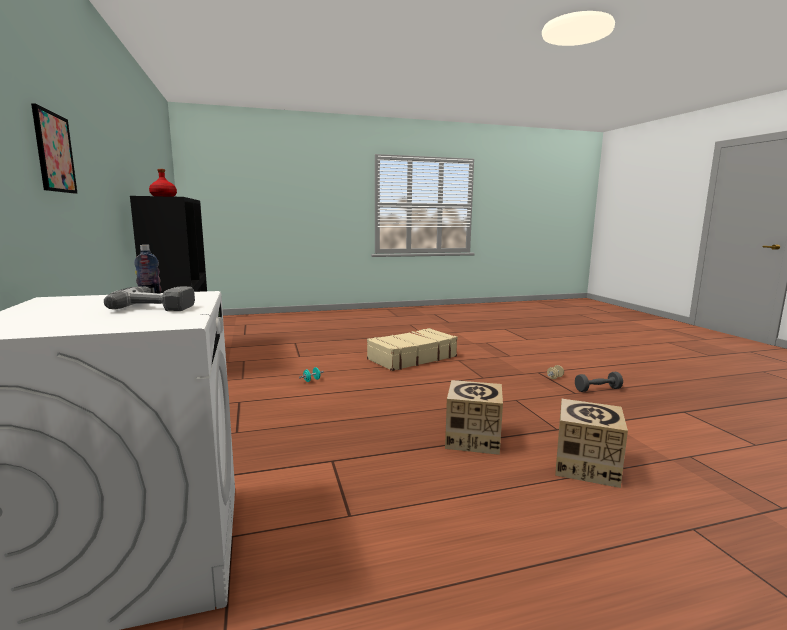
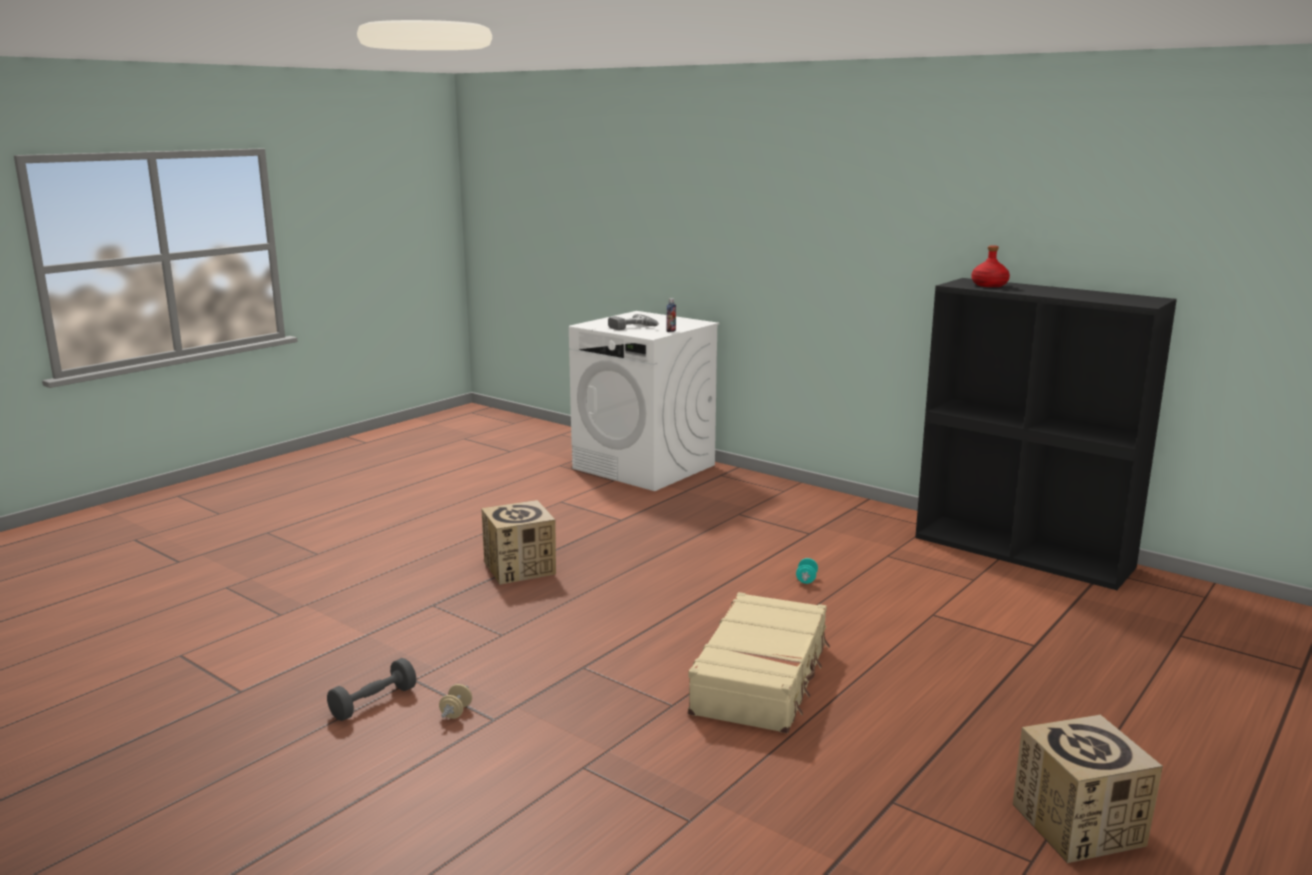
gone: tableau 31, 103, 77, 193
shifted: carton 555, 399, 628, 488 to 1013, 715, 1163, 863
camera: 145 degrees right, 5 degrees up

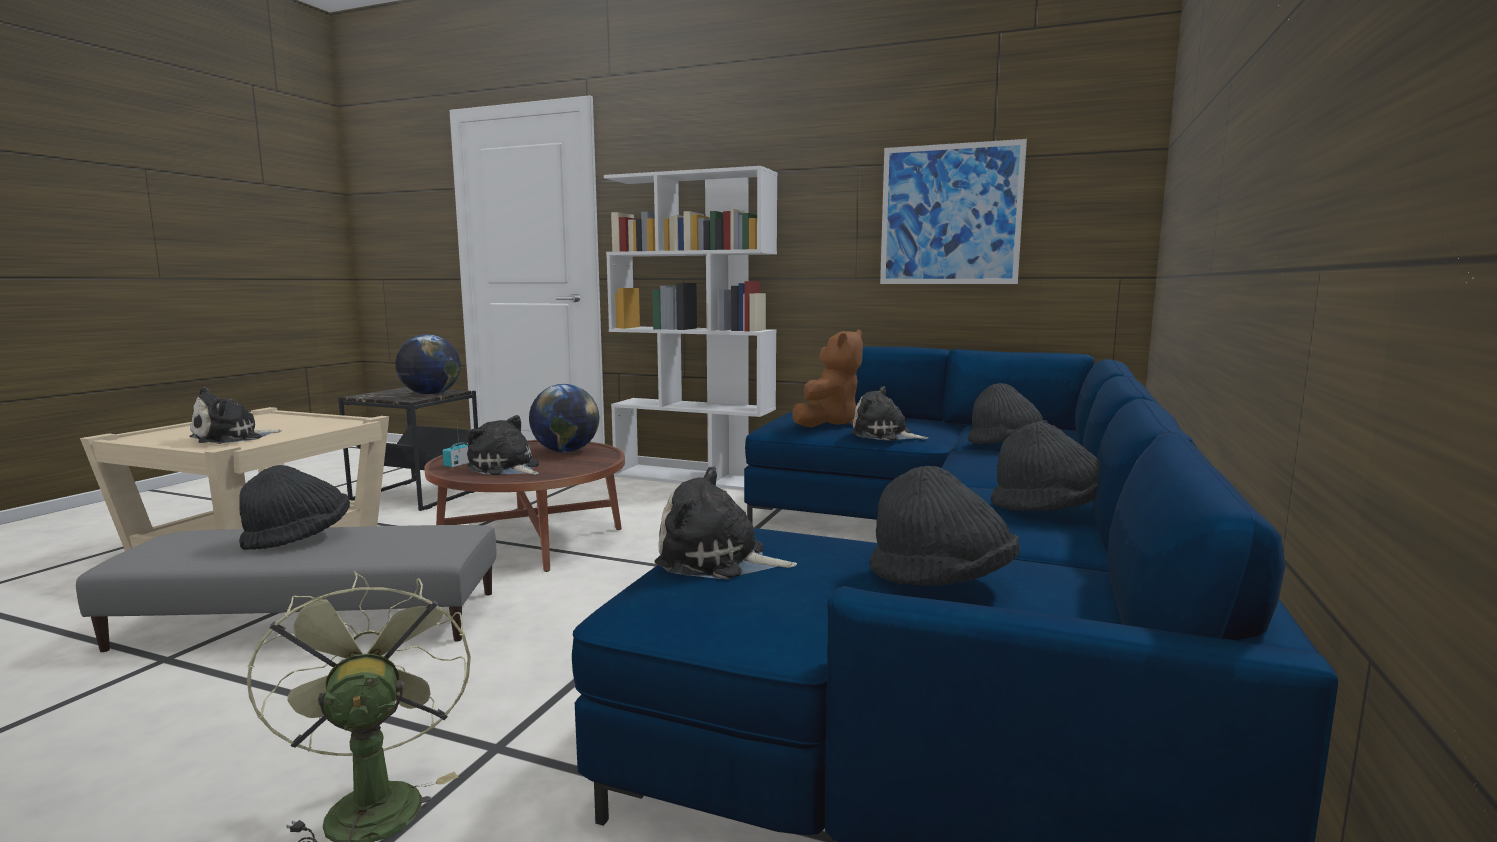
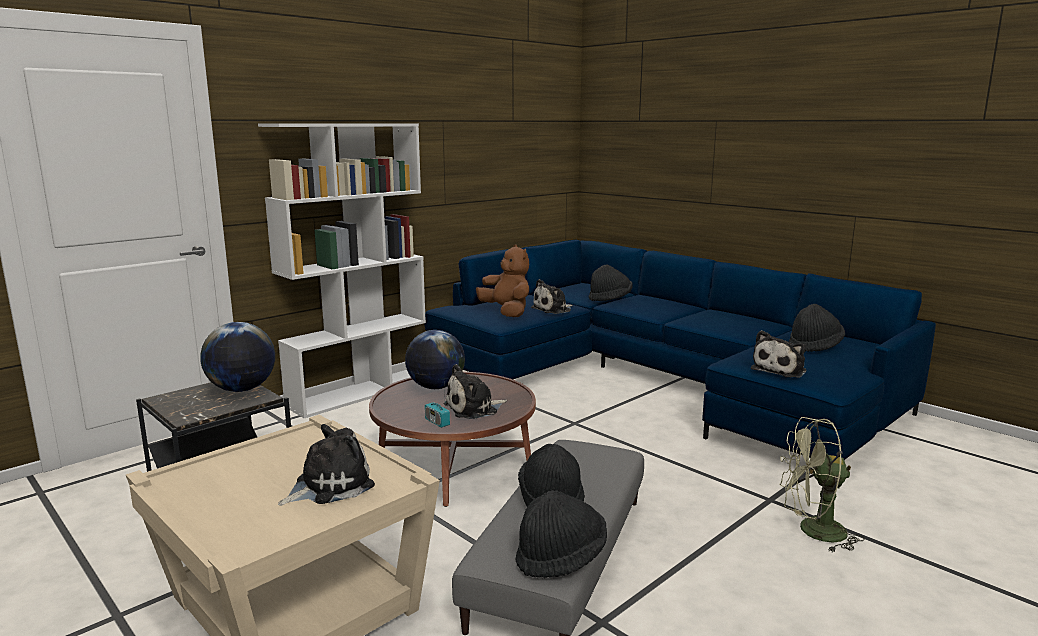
gone: tableau 880, 139, 1027, 284
shifted: chapeau/noir 991, 423, 1100, 511 to 516, 490, 607, 578
rotated: peluche 189, 387, 282, 444 = 278, 424, 375, 506 105 degrees counterclockwise
camera: 65 degrees left, 5 degrees up

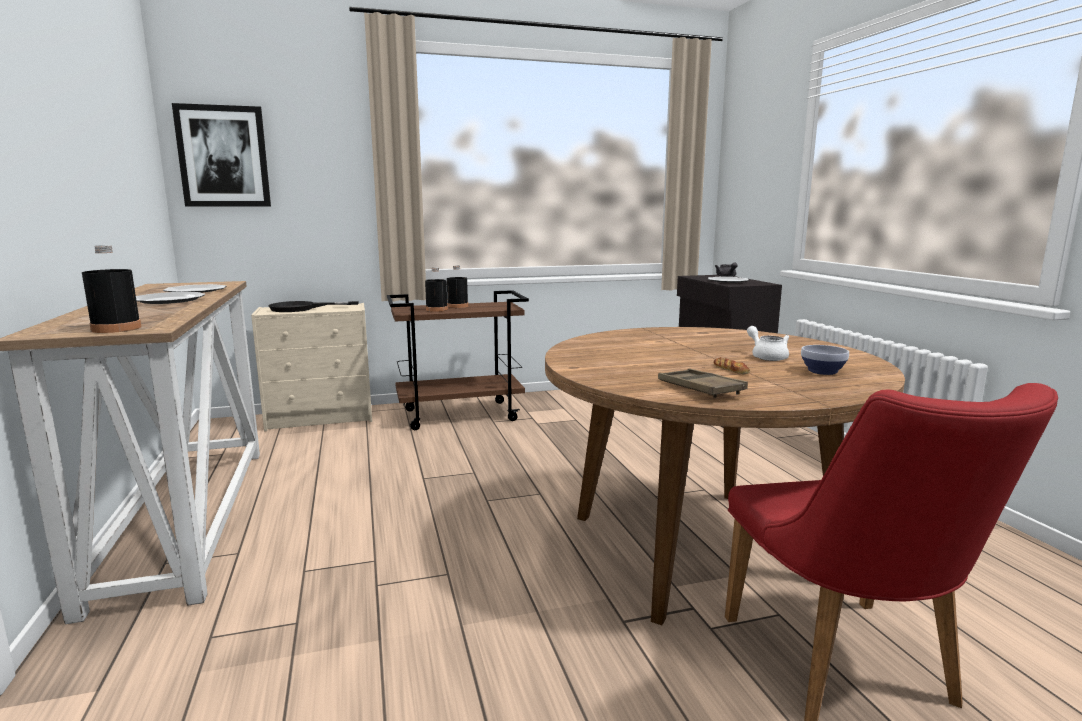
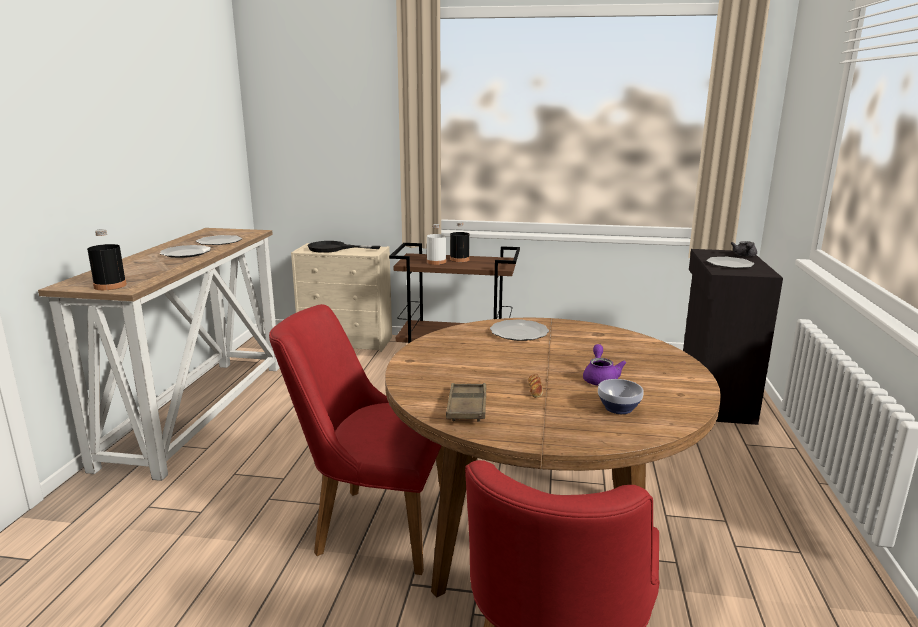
gone: tableau 172, 103, 271, 207
new: chaise/rouge 269, 304, 444, 575; assiette 490, 319, 549, 341
repainted: bouteille/noir 425, 268, 448, 312 to bouteille/blanc 427, 224, 446, 265; théière/blanc 747, 326, 789, 361 to théière/violet 583, 344, 626, 386
camera: 25 degrees right, 5 degrees up

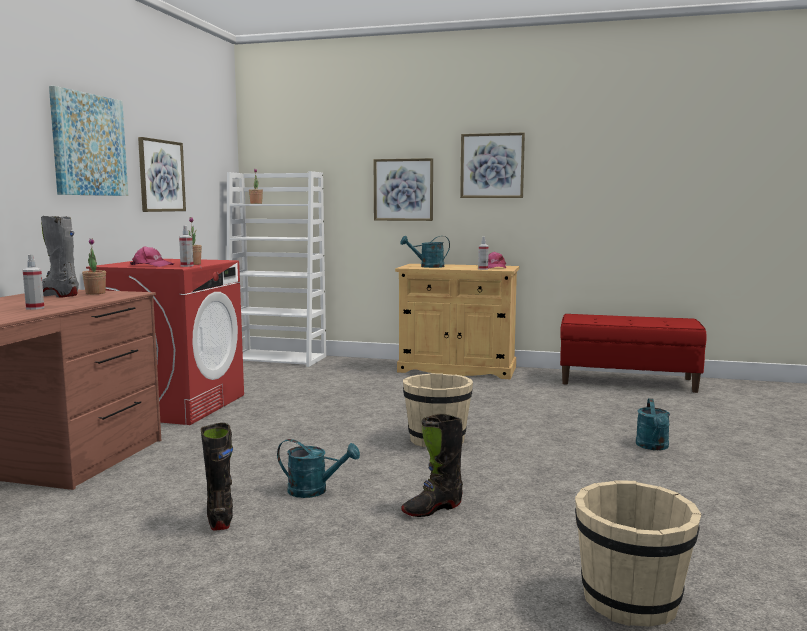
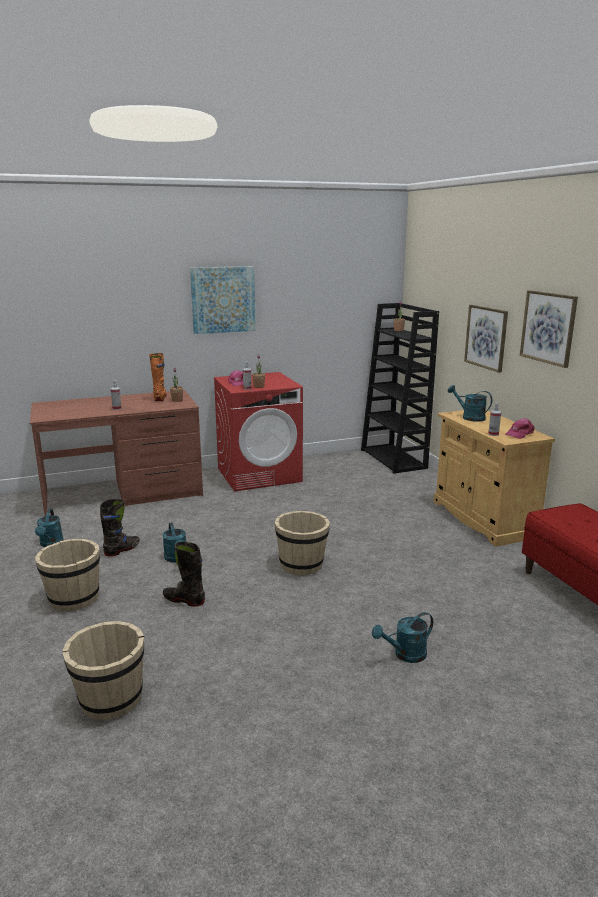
gone: tableau 138, 137, 186, 212
new: arrosoir/turquoise 35, 509, 64, 547; seau/beige 35, 539, 100, 612
repainted: botte/gris 41, 216, 79, 298 to botte/orange 149, 353, 167, 401; bibliothèque/blanc 227, 171, 326, 367 to bibliothèque/noir 361, 303, 439, 474
camera: 55 degrees right, 10 degrees up

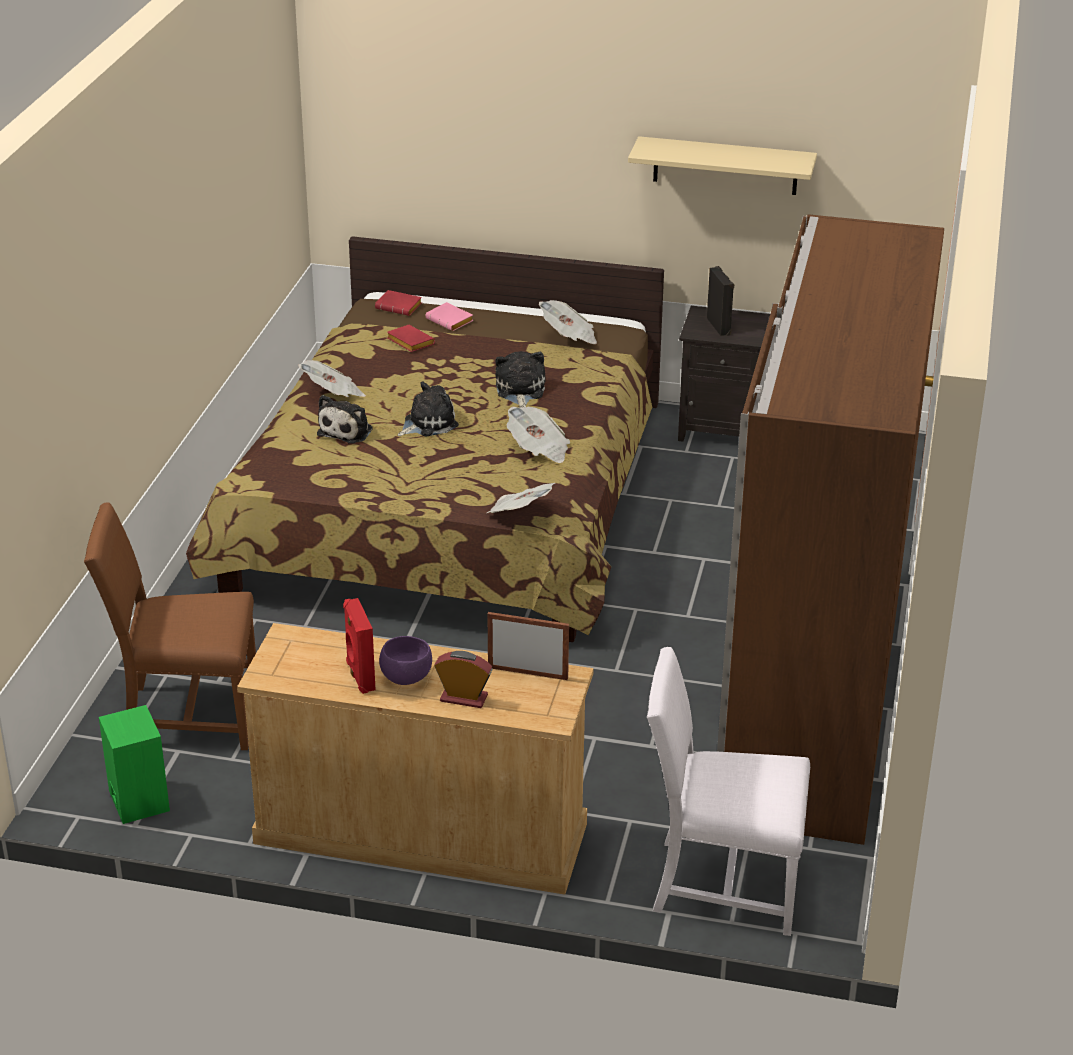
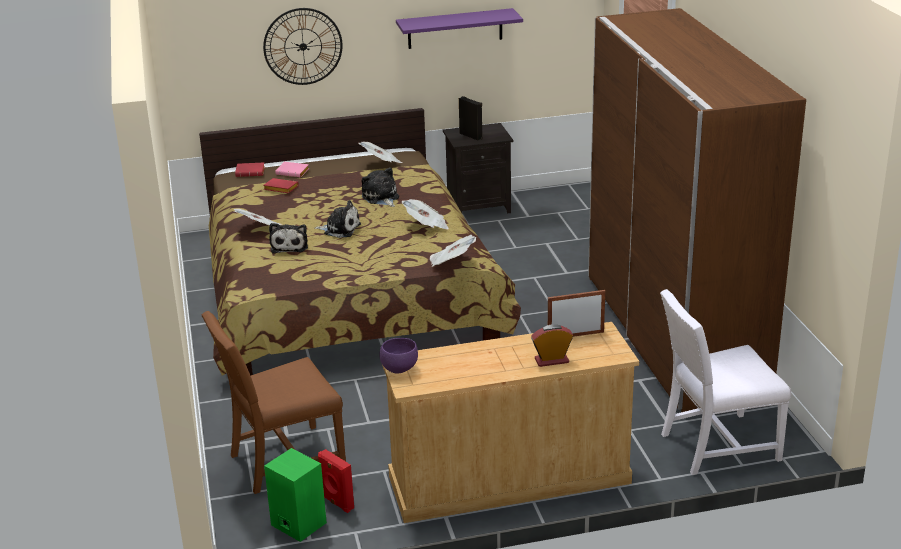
new: horloge murale 263, 8, 343, 85
shifted: enceinte/rouge 343, 598, 376, 694 to 318, 449, 354, 513; bol/violet 379, 636, 432, 685 to 379, 338, 418, 373
repainted: étagère/beige 628, 136, 817, 195 to étagère/violet 396, 8, 523, 49
rotated: peluche 398, 381, 459, 437 = 314, 200, 361, 238 75 degrees clockwise
camera: 25 degrees left, 5 degrees down

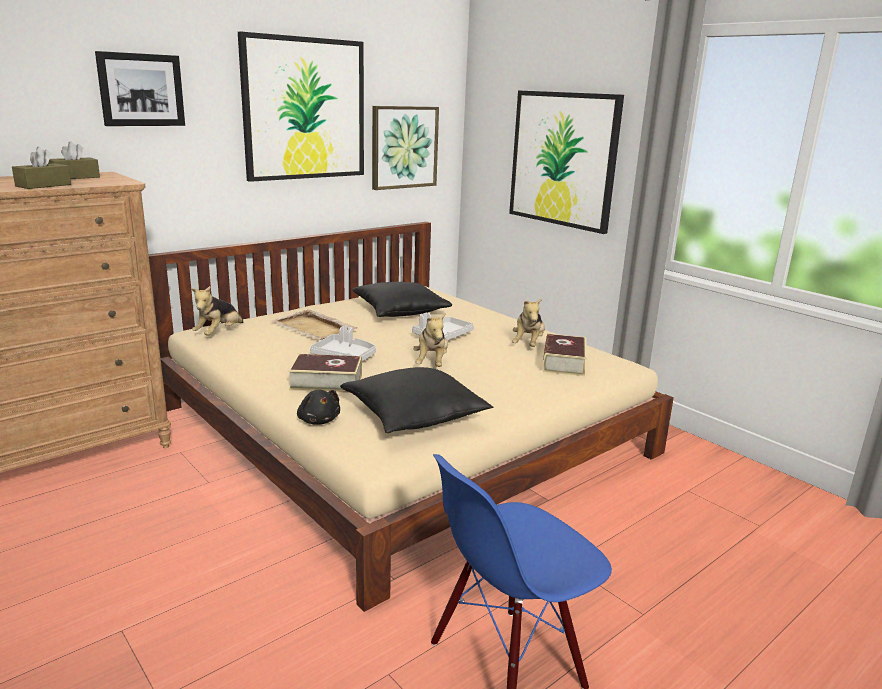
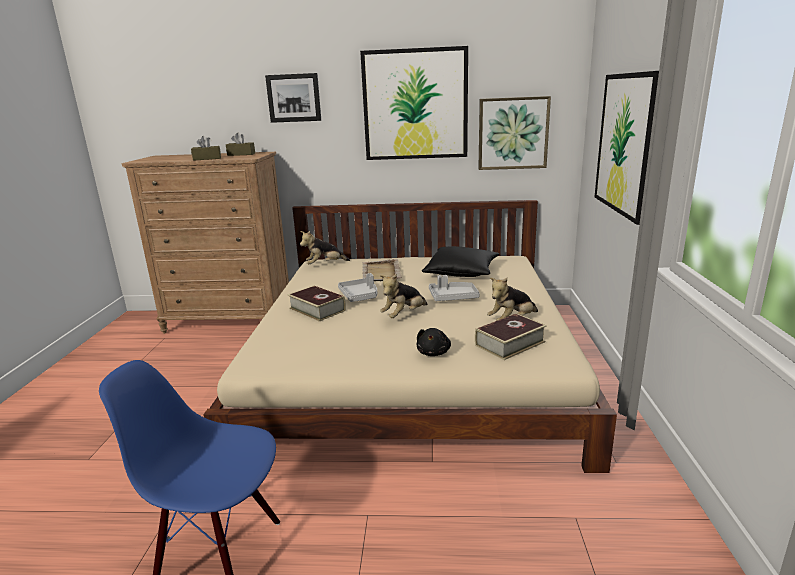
gone: coussin/noir 340, 367, 494, 433
shifted: peluche/noir 297, 390, 340, 425 to 417, 328, 451, 356
camera: 45 degrees right, 0 degrees up

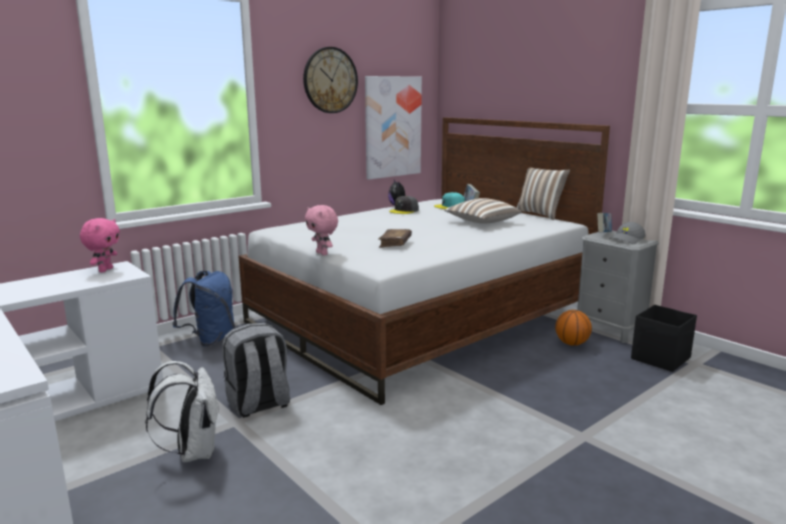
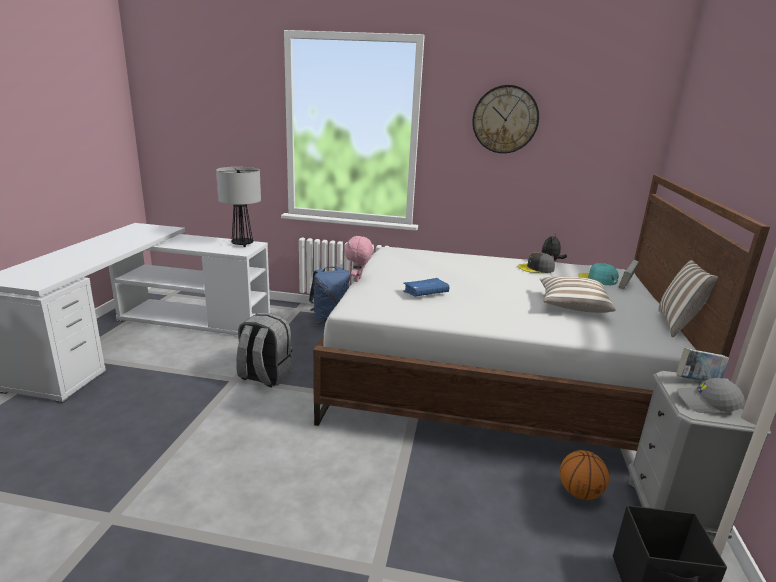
gone: sac à dos/blanc 145, 361, 220, 462; tableau 365, 76, 422, 180
swapped: peluche/rose 80, 218, 120, 272 to lampe de table 216, 167, 261, 247
repainted: livre/marron 378, 229, 412, 248 to livre/bleu 403, 278, 449, 297
camera: 50 degrees right, 5 degrees up

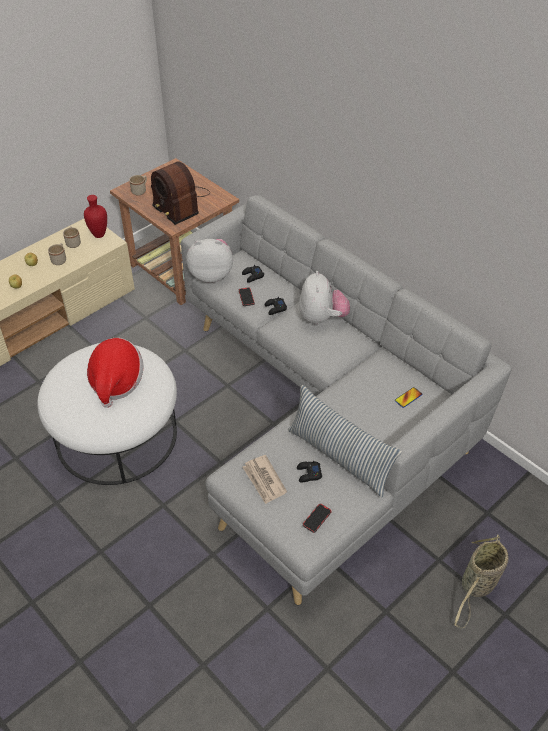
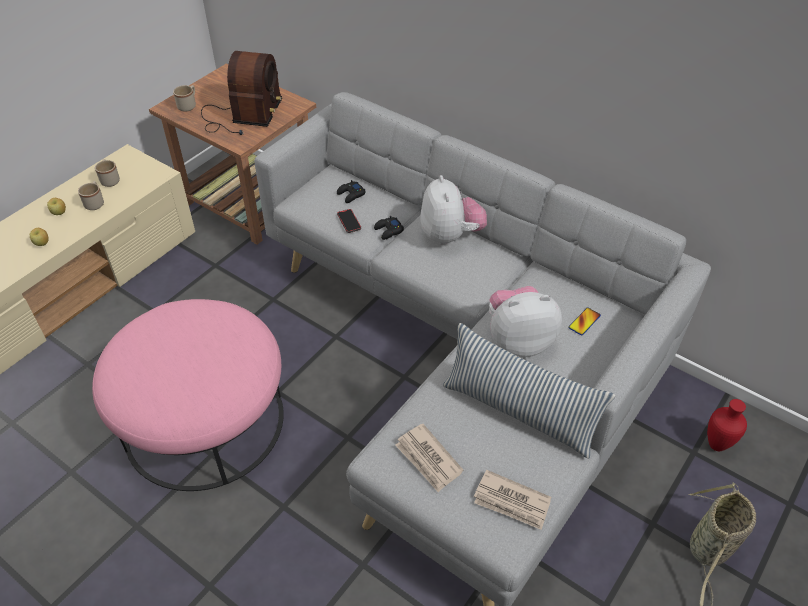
gone: chapeau 87, 338, 144, 408; manette/noir 297, 461, 322, 482
shifted: vase/rouge 84, 195, 107, 238 to 707, 399, 747, 451; peluche 186, 239, 233, 282 to 489, 286, 562, 357
swapped: téléphone 303, 504, 332, 533 to journal 474, 470, 551, 530
repainted: pouf/blanc 37, 343, 177, 485 to pouf/rose 92, 299, 284, 491
rotated: radio 151, 161, 210, 225 = 201, 51, 282, 135 120 degrees counterclockwise
camera: 10 degrees left, 0 degrees up

